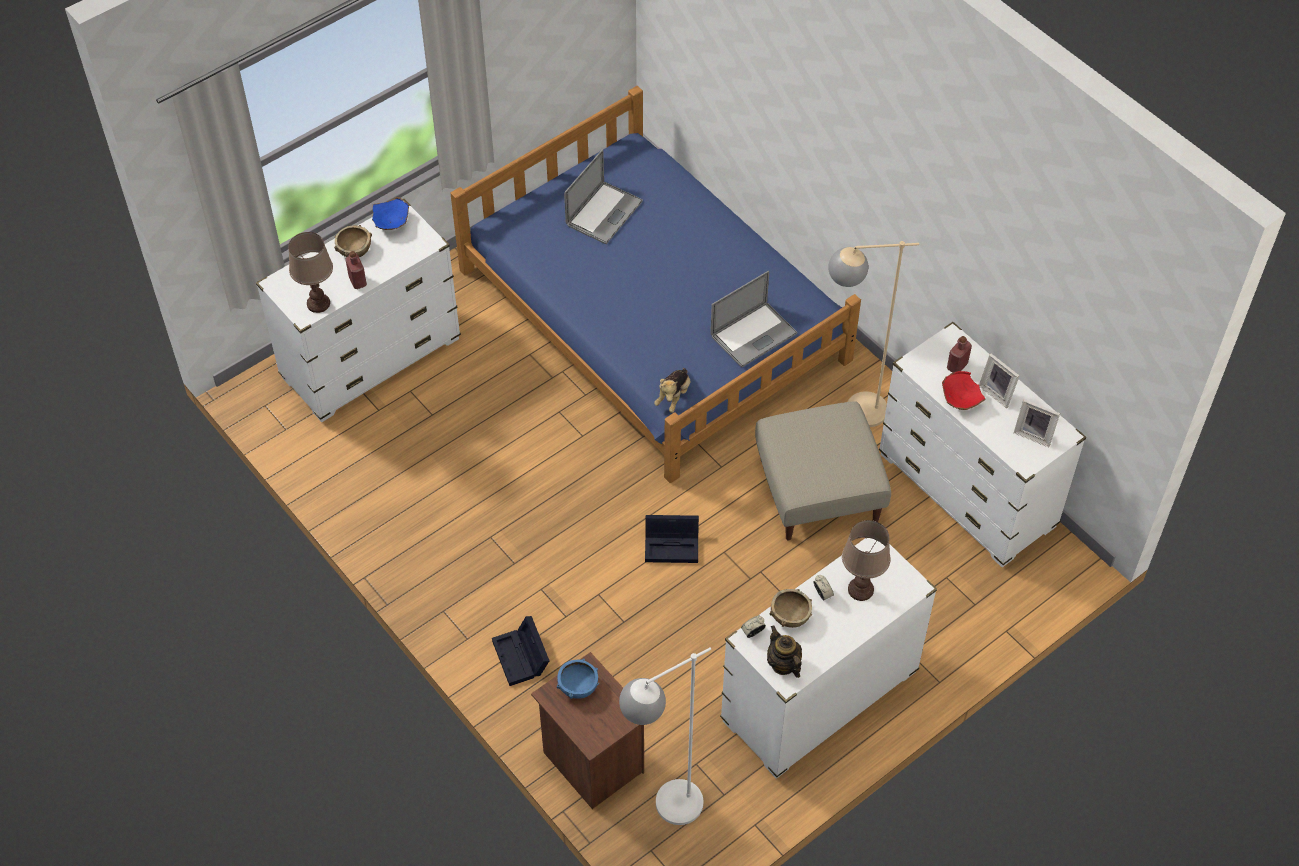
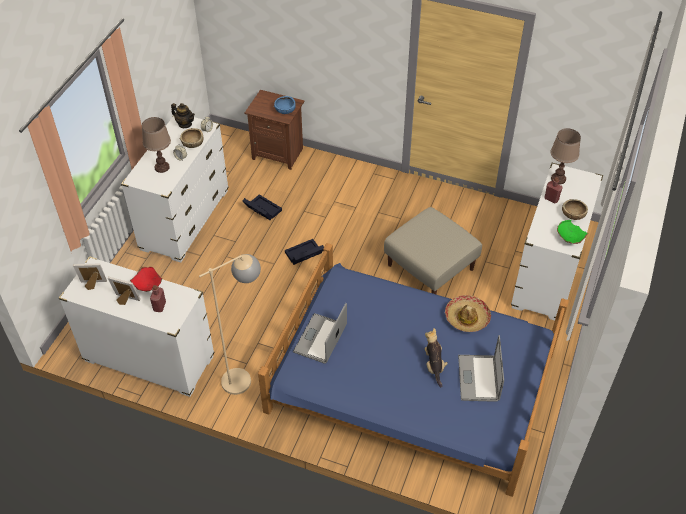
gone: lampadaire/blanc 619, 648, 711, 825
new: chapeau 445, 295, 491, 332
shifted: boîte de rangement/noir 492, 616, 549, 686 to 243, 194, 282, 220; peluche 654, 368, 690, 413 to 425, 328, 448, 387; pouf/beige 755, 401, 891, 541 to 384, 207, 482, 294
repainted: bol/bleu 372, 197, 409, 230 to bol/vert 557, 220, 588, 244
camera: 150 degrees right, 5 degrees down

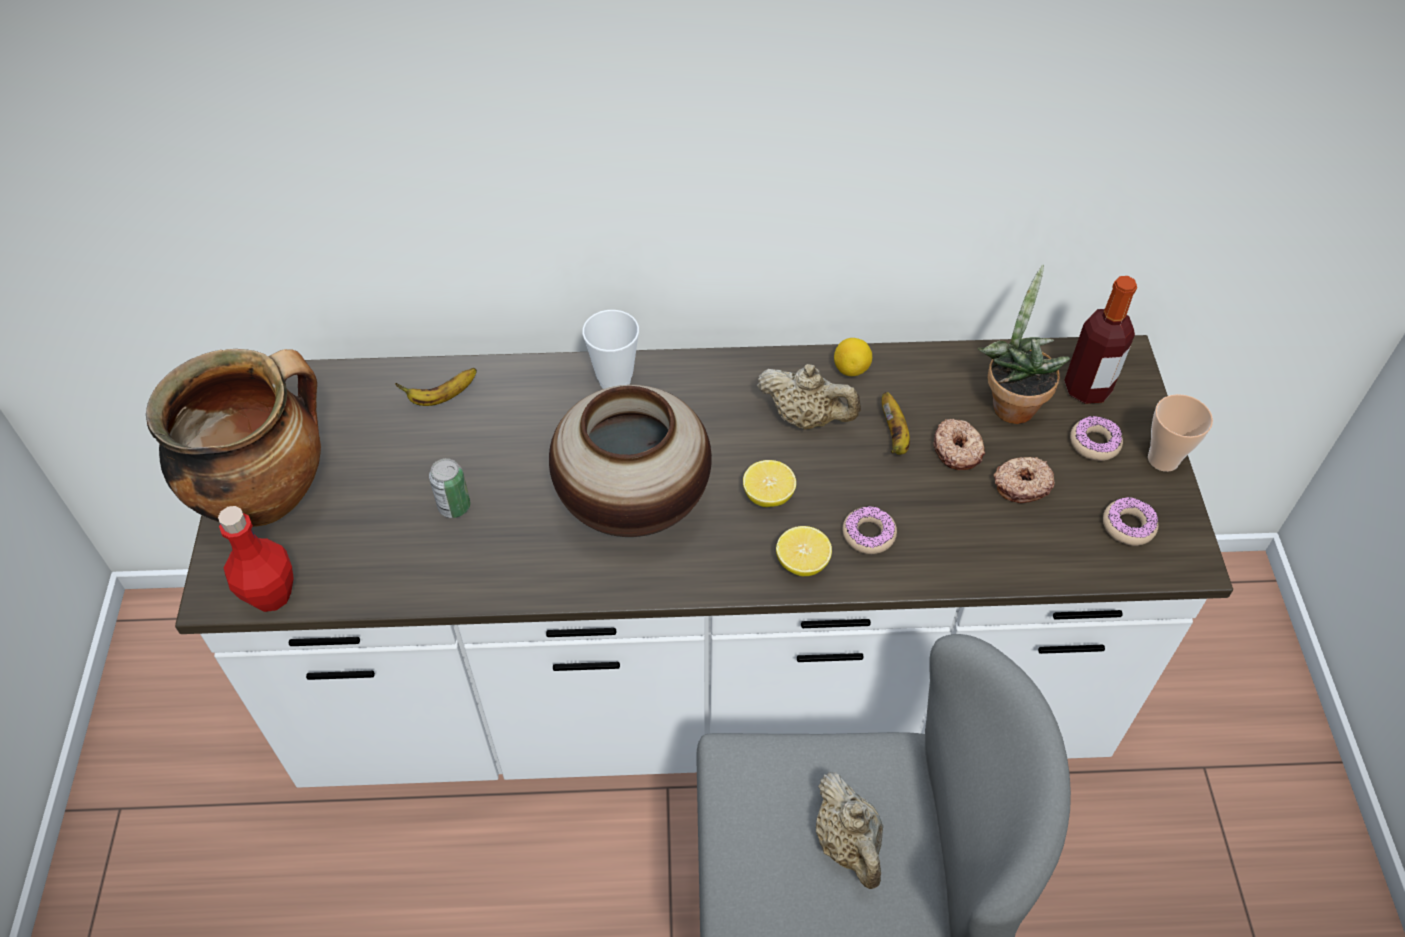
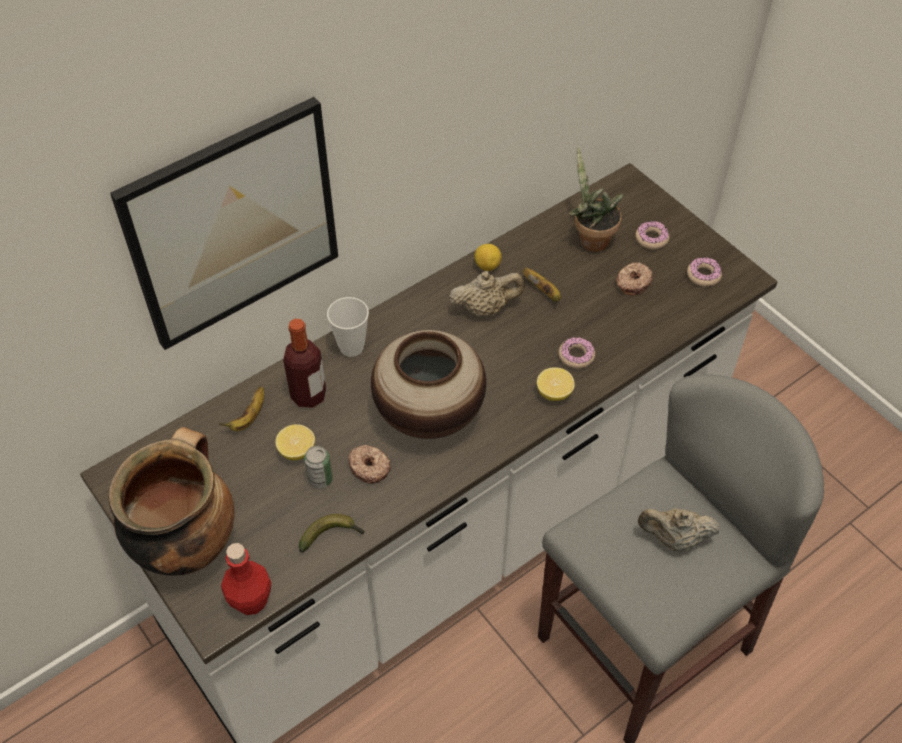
gone: tasse 1148, 394, 1213, 472
new: tableau 110, 97, 338, 350; banane 299, 514, 365, 553
shifted: citron 743, 460, 796, 507 to 275, 424, 315, 460; beignet 934, 419, 985, 470 to 348, 445, 391, 484; bouteille 1064, 276, 1137, 404 to 283, 319, 326, 408
rotated: théière/beige 816, 772, 883, 889 = 638, 508, 720, 552 150 degrees clockwise
camera: 35 degrees left, 0 degrees up

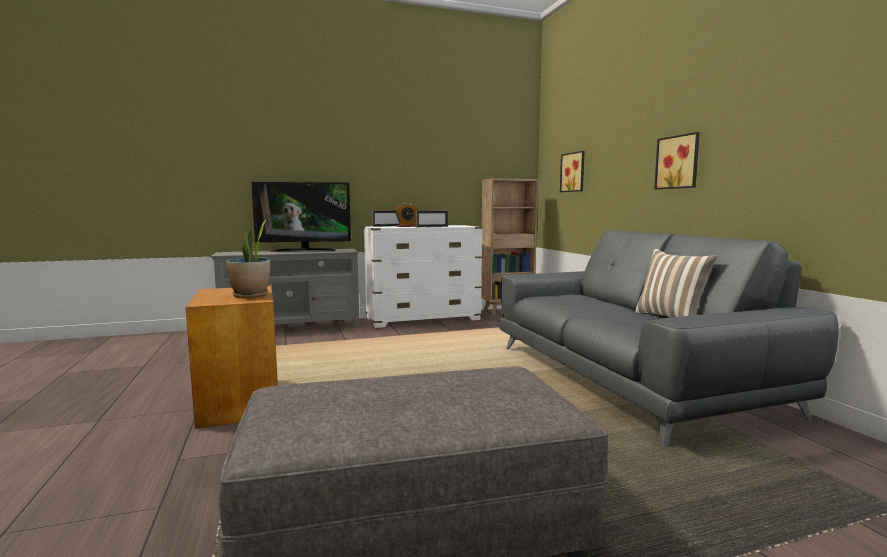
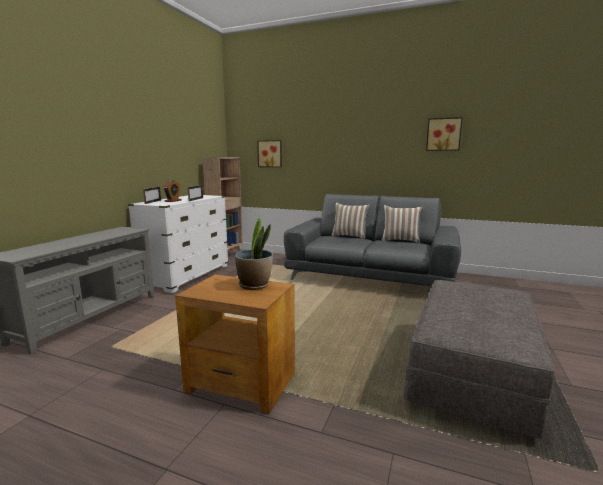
gone: téléviseur 251, 182, 351, 252
new: coussin 331, 203, 370, 239
shifted: tableau 654, 132, 700, 189 to 426, 117, 463, 151
camera: 50 degrees left, 5 degrees up

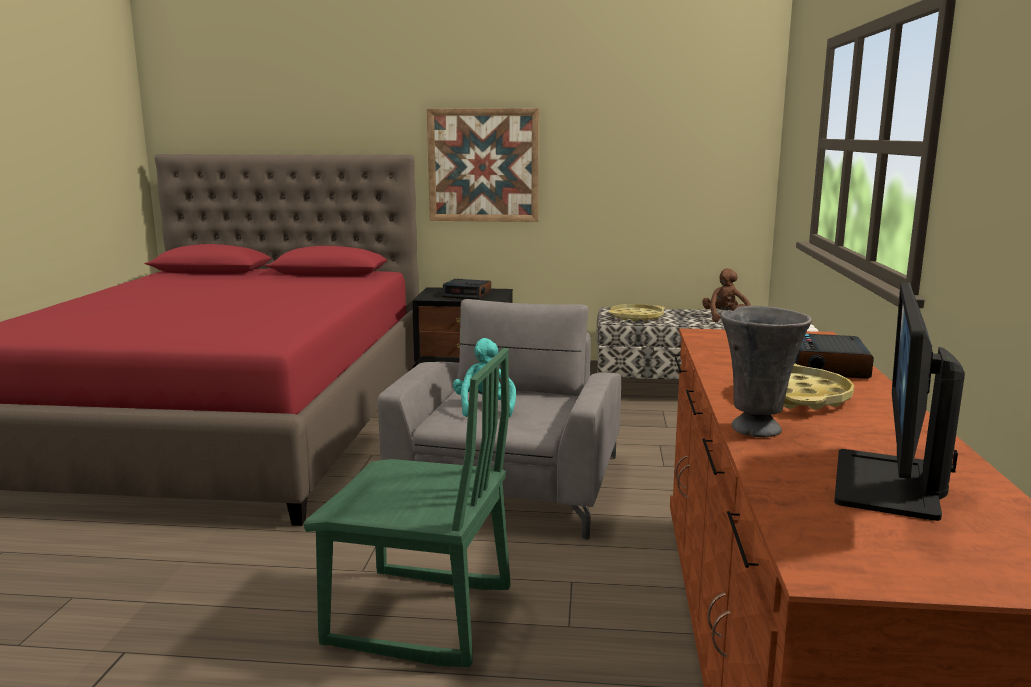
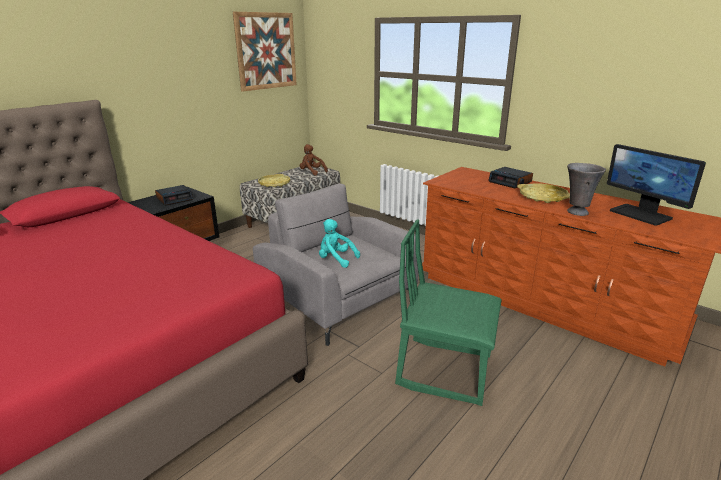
shifted: tableau 427, 108, 539, 222 to 233, 12, 297, 91
rotated: chaise/vert 303, 348, 511, 667 = 395, 219, 502, 406 120 degrees counterclockwise
camera: 55 degrees left, 10 degrees up

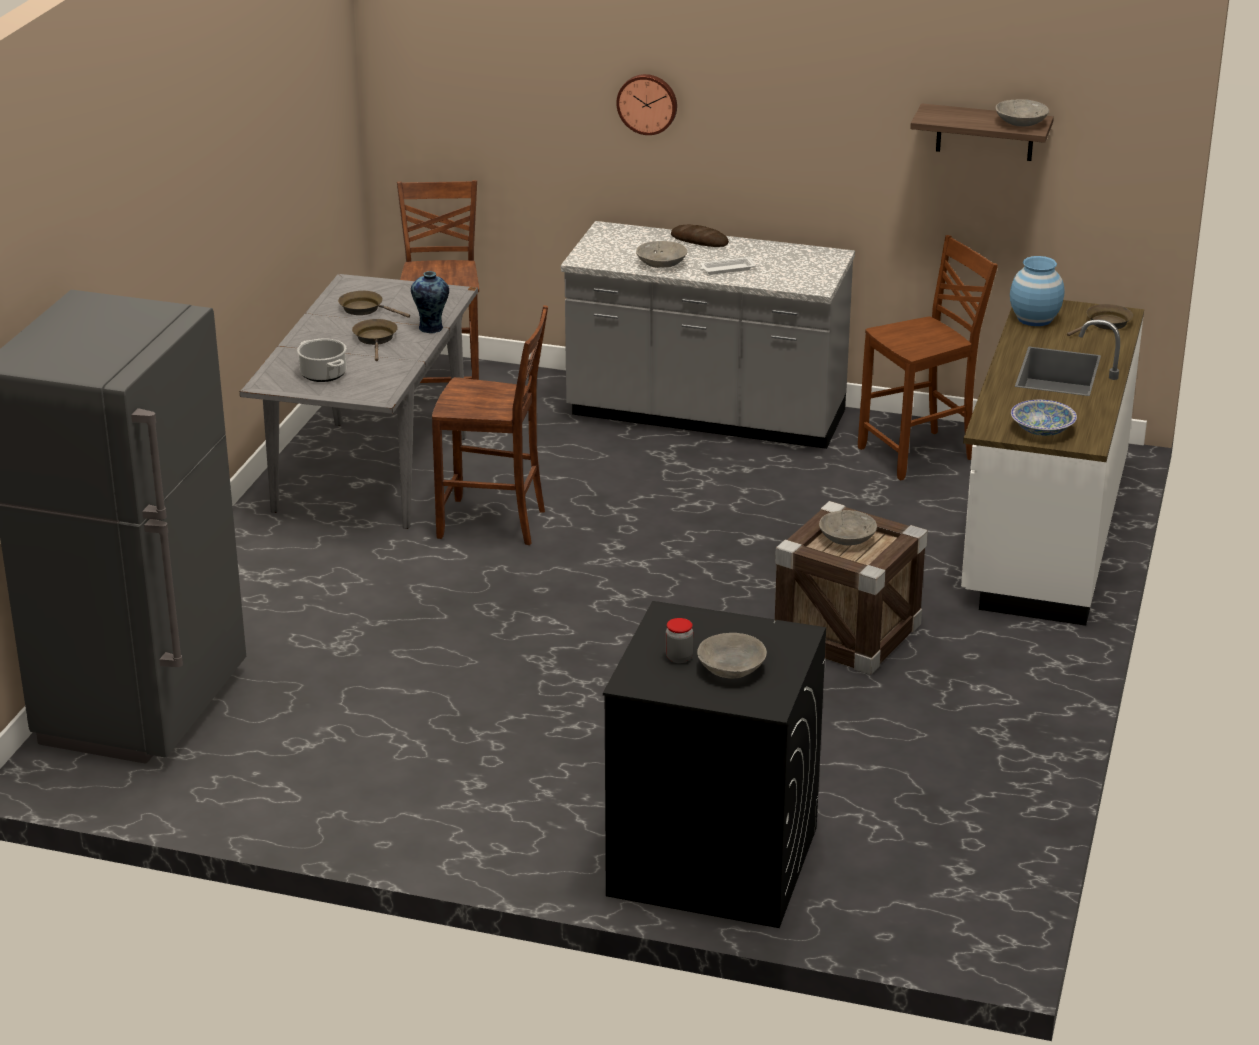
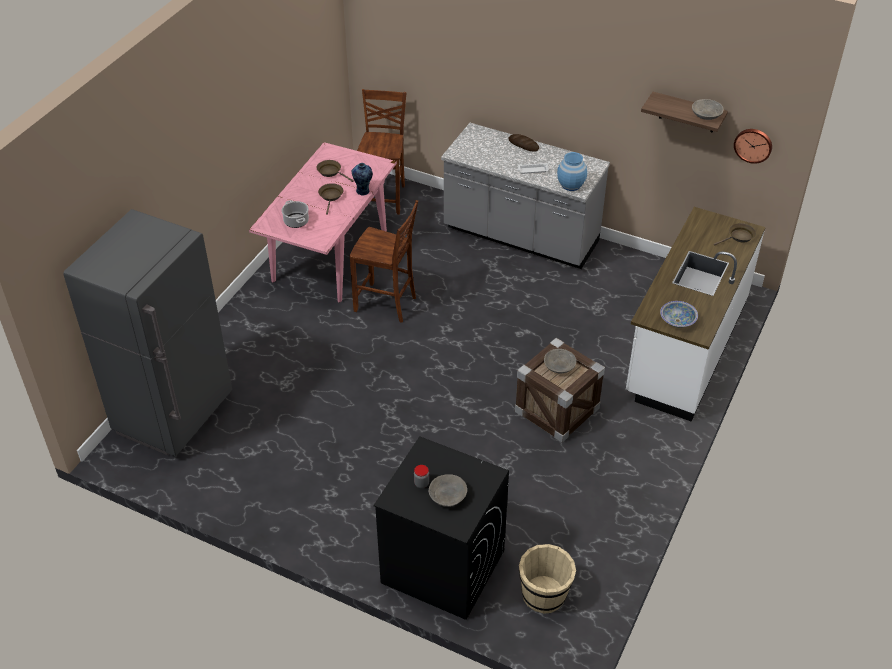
gone: bol/gris 636, 241, 687, 268; chaise/marron 858, 235, 998, 480
new: seau/beige 519, 544, 576, 614
shifted: horloge murale 616, 74, 677, 135 to 734, 129, 772, 164; vase/bleu 1010, 256, 1065, 326 to 557, 152, 587, 191
repainted: table à manger/gris 240, 274, 478, 529 to table à manger/rose 249, 142, 397, 303
camera: 10 degrees right, 15 degrees up

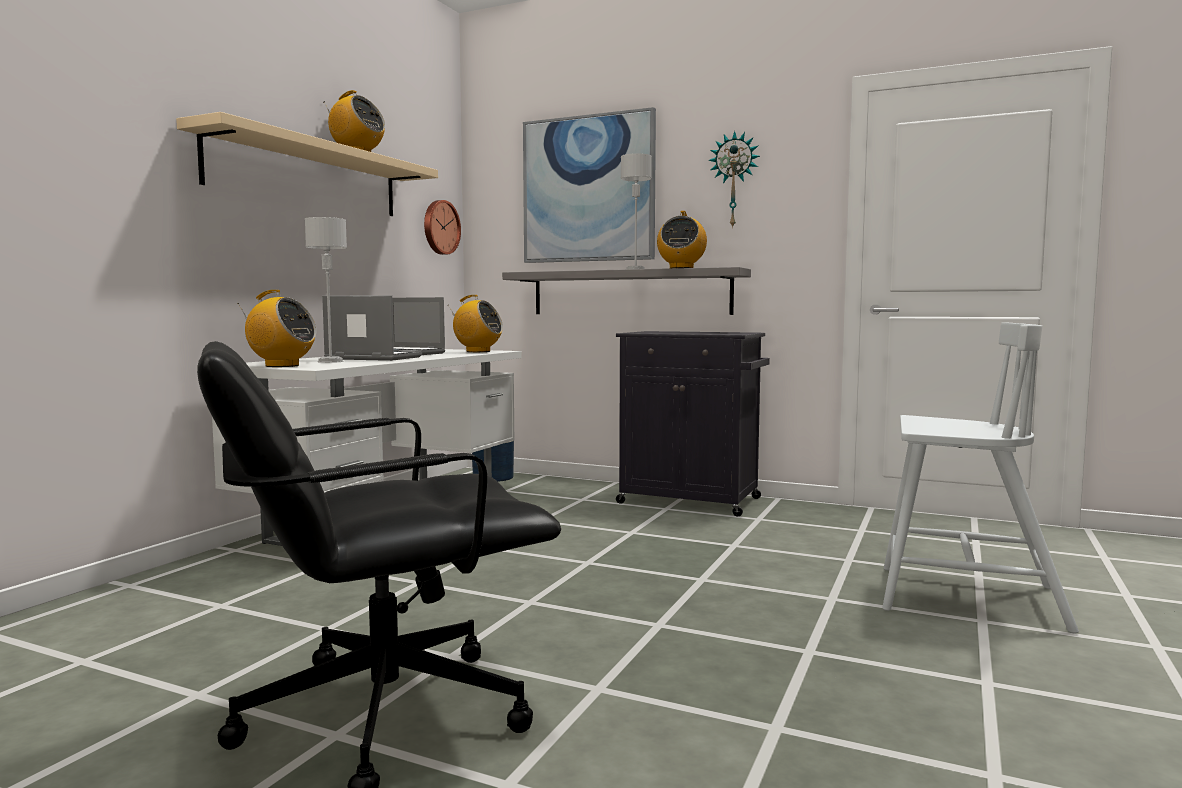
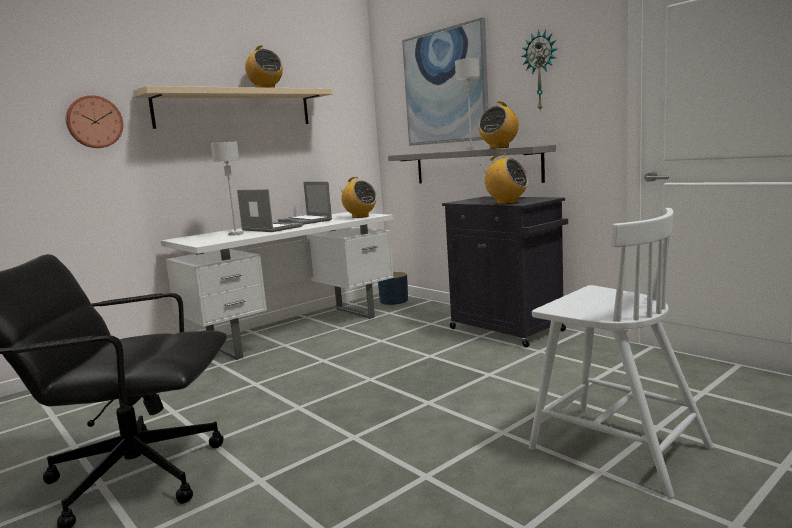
shifted: radio 238, 290, 316, 367 to 480, 154, 528, 204; horloge murale 424, 200, 461, 255 to 66, 95, 123, 148
camera: 25 degrees right, 5 degrees up

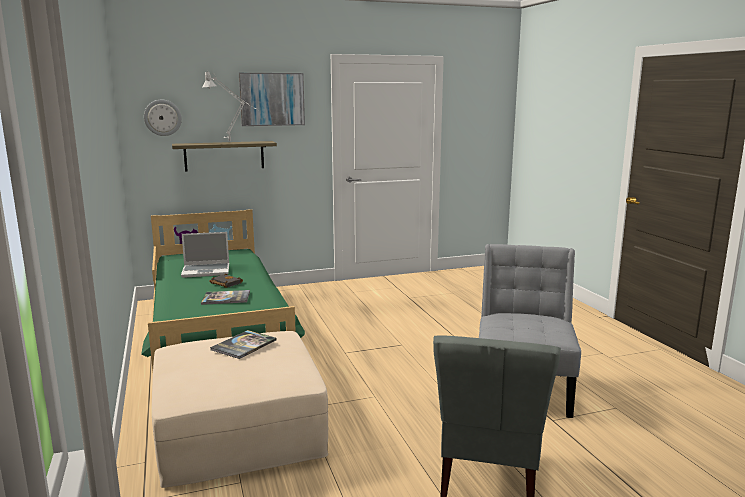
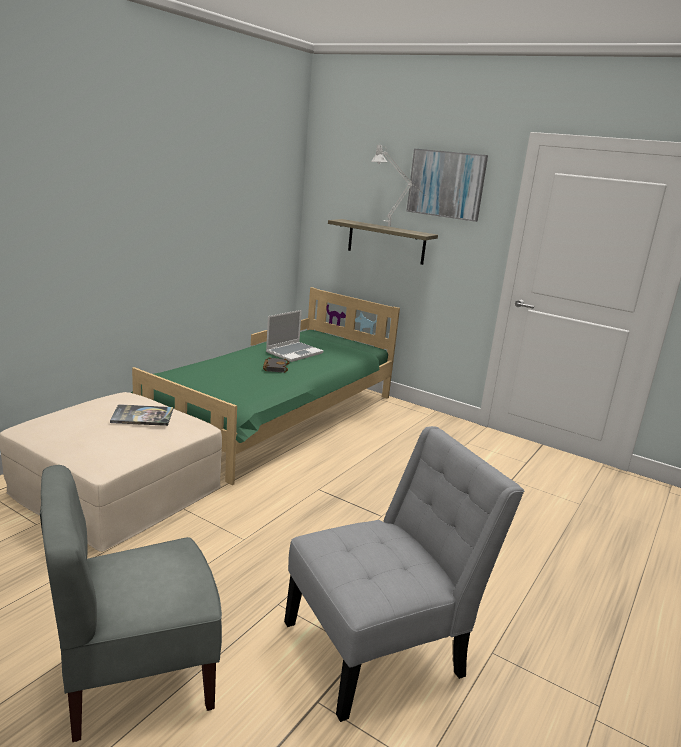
gone: horloge murale 144, 100, 182, 136; livre 201, 290, 250, 305
rotated: ordinateur portable 181, 232, 229, 278 = 266, 310, 324, 362 90 degrees counterclockwise
camera: 50 degrees right, 5 degrees up

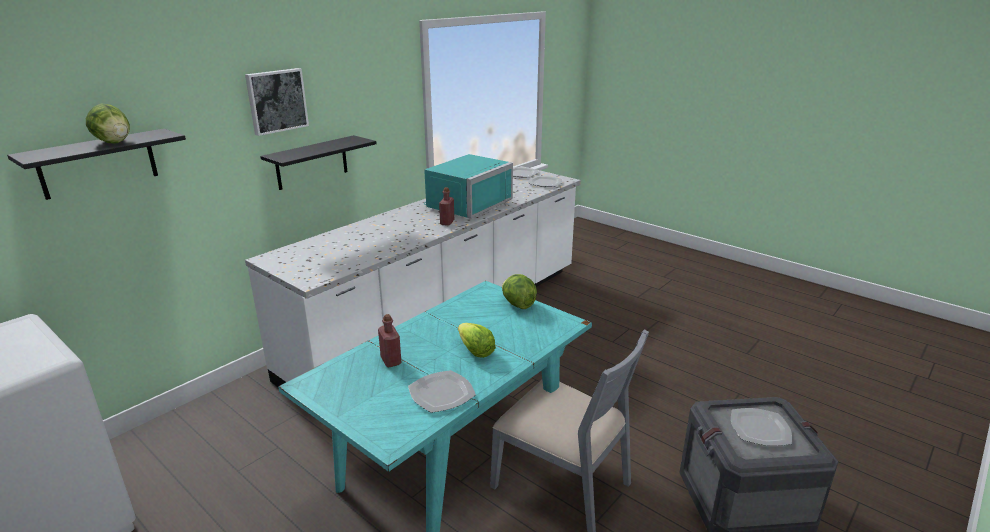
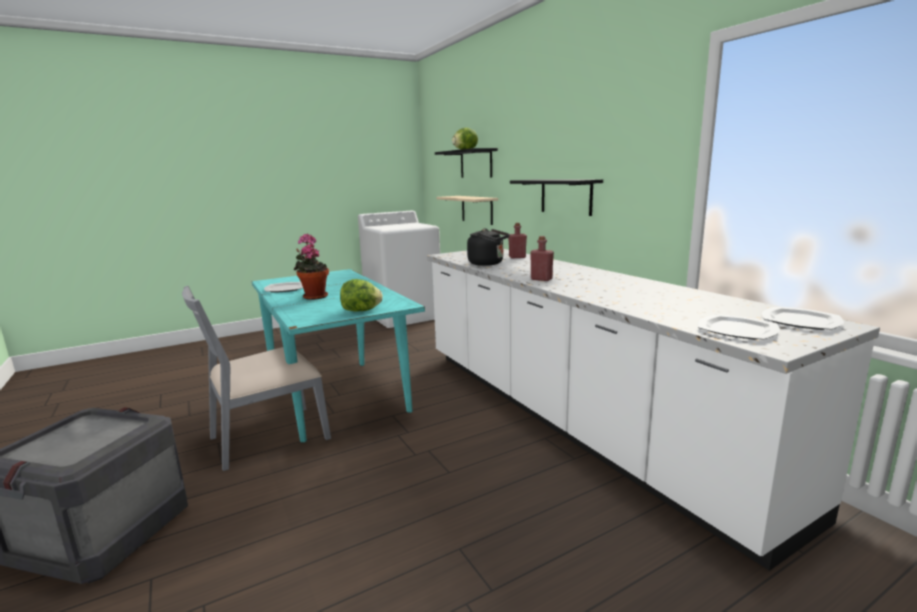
gone: tableau 245, 68, 309, 136; micro-ondes/turquoise 424, 154, 513, 219; assiette 731, 408, 792, 446
new: étagère/beige 436, 196, 498, 225; bouilloire/noir 467, 228, 510, 266
shifted: bouteille/rouge 378, 314, 402, 367 to 508, 223, 527, 258
swapped: laitue 458, 323, 496, 358 to plante en pot 293, 234, 329, 300
camera: 110 degrees right, 10 degrees down

